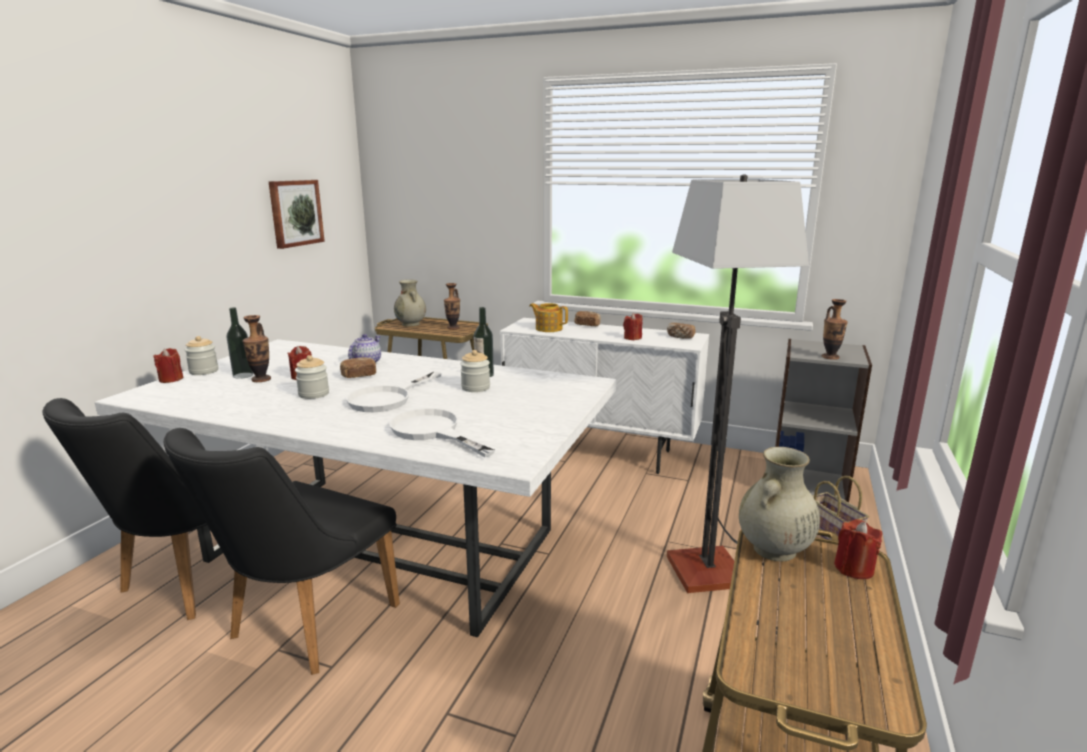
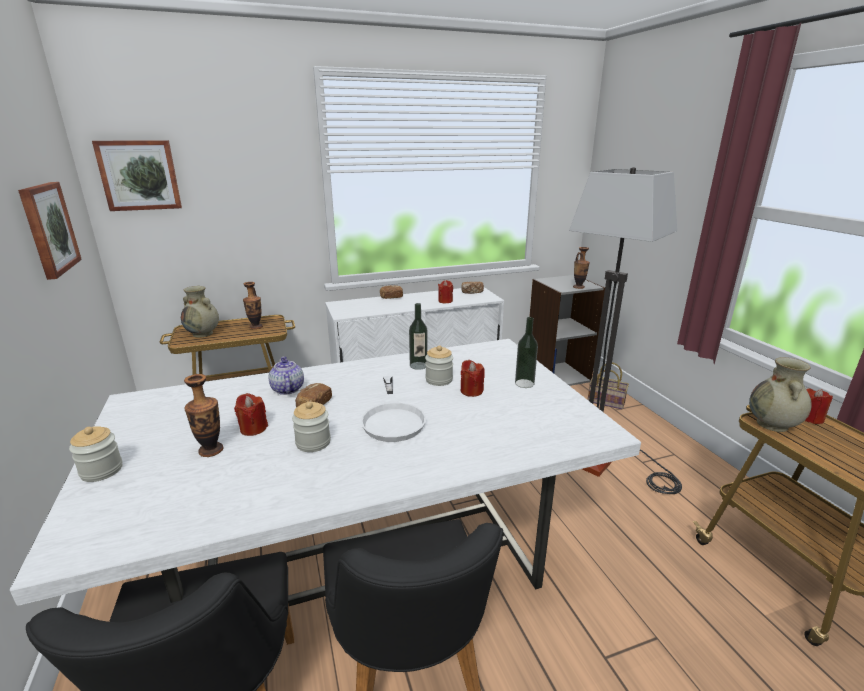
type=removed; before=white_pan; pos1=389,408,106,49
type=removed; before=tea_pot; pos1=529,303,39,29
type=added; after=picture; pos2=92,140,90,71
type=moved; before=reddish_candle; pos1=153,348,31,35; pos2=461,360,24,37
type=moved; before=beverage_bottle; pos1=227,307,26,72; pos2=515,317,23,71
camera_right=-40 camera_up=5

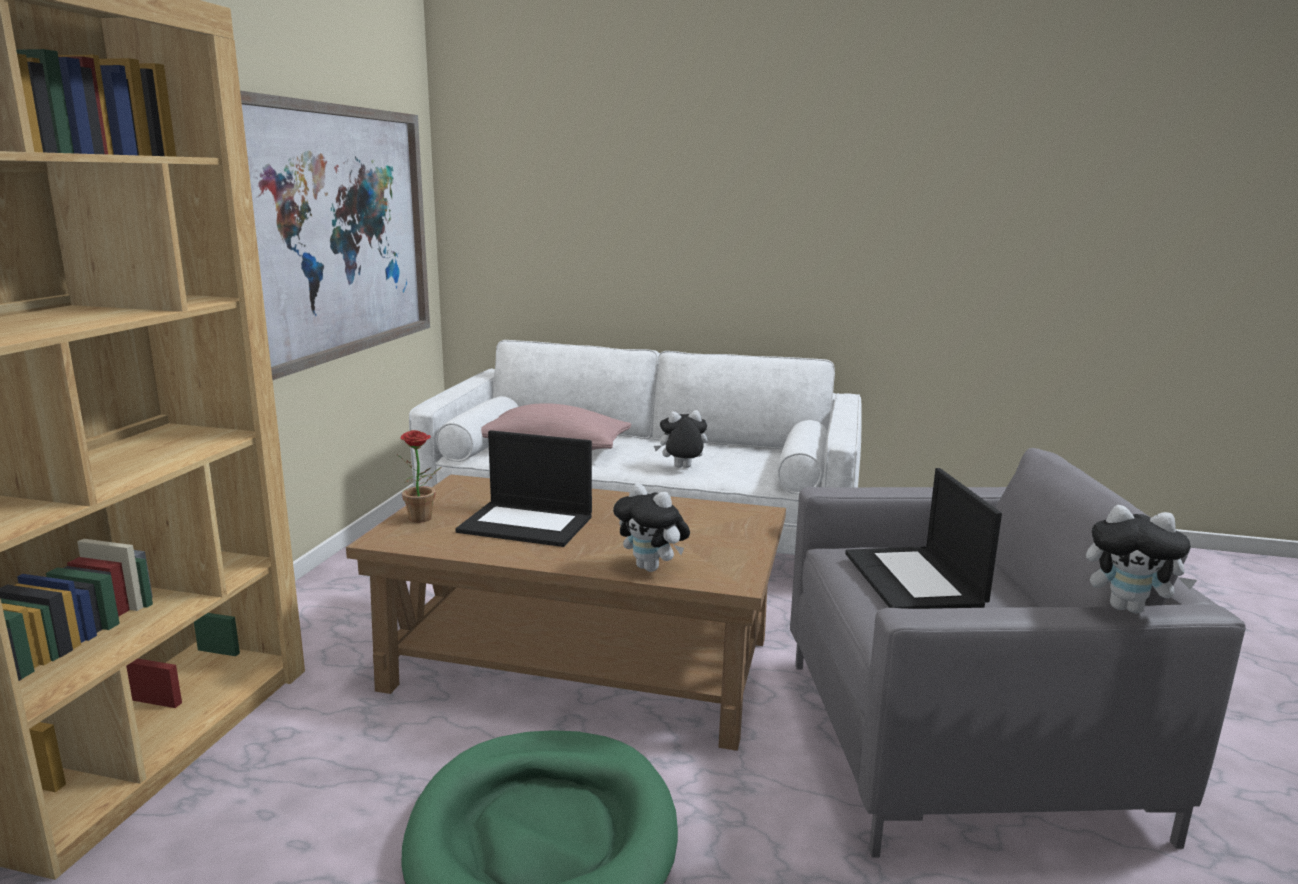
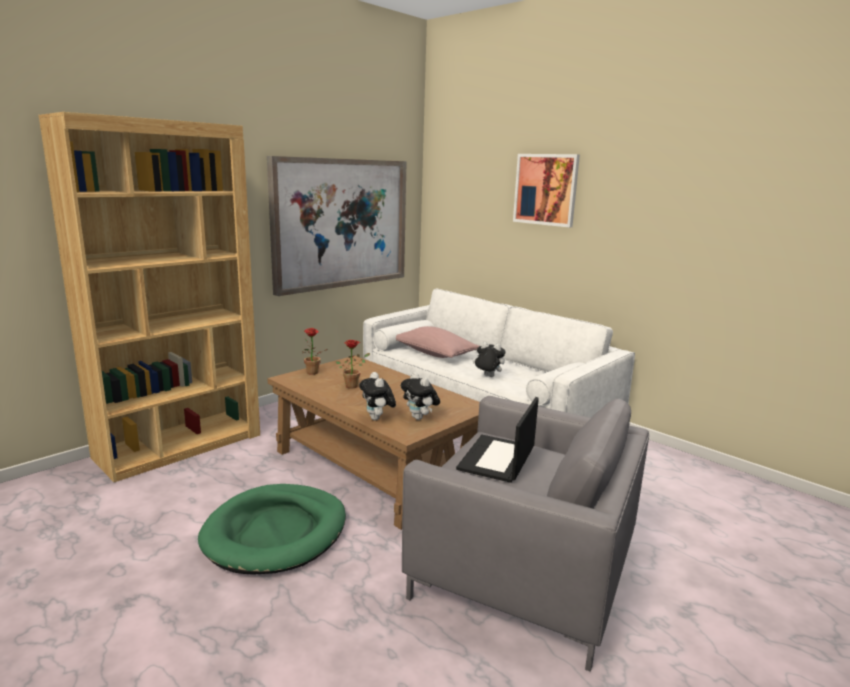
type=added; after=picture; pos2=513,154,67,74
type=moved; before=soft_toy; pos1=1086,505,111,108; pos2=401,372,39,48
type=replaced; before=portable_computer; after=plant_in_a_pot; pos1=455,430,137,117; pos2=336,340,34,49
camera_right=30 camera_up=0

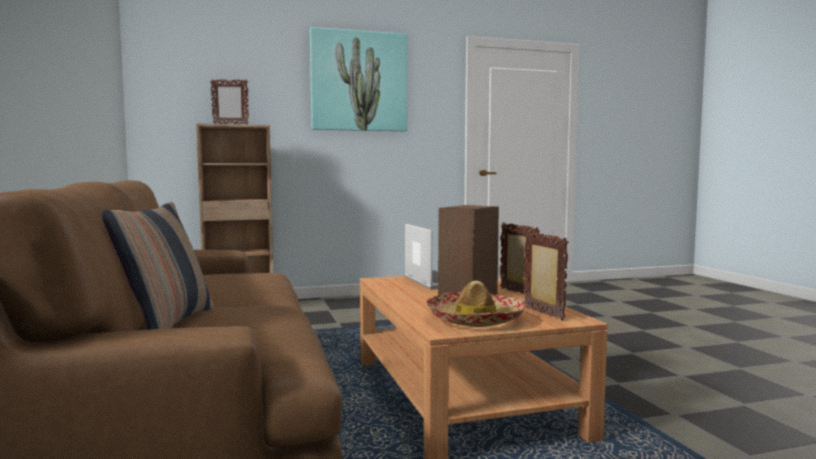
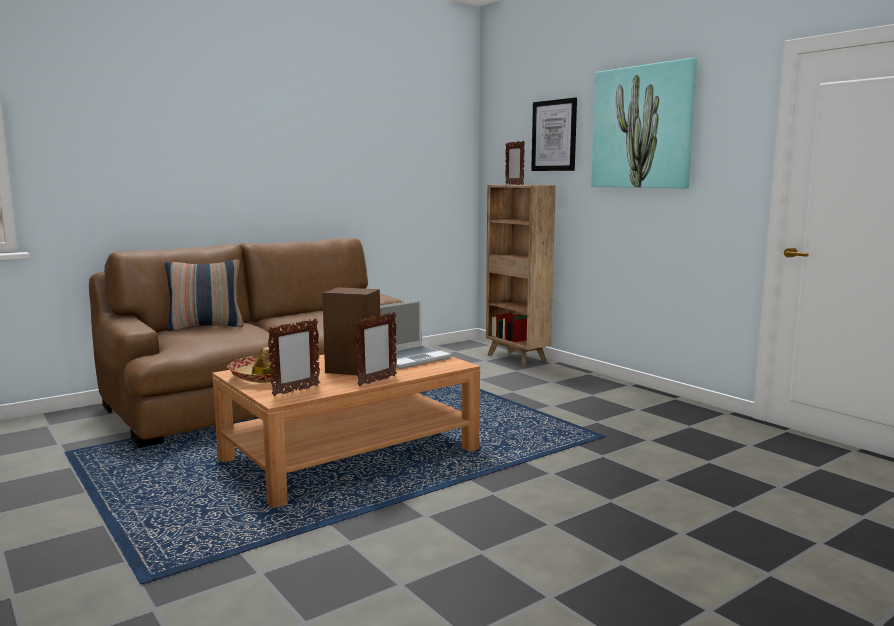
type=added; after=picture; pos2=531,98,46,73
camera_right=70 camera_up=5

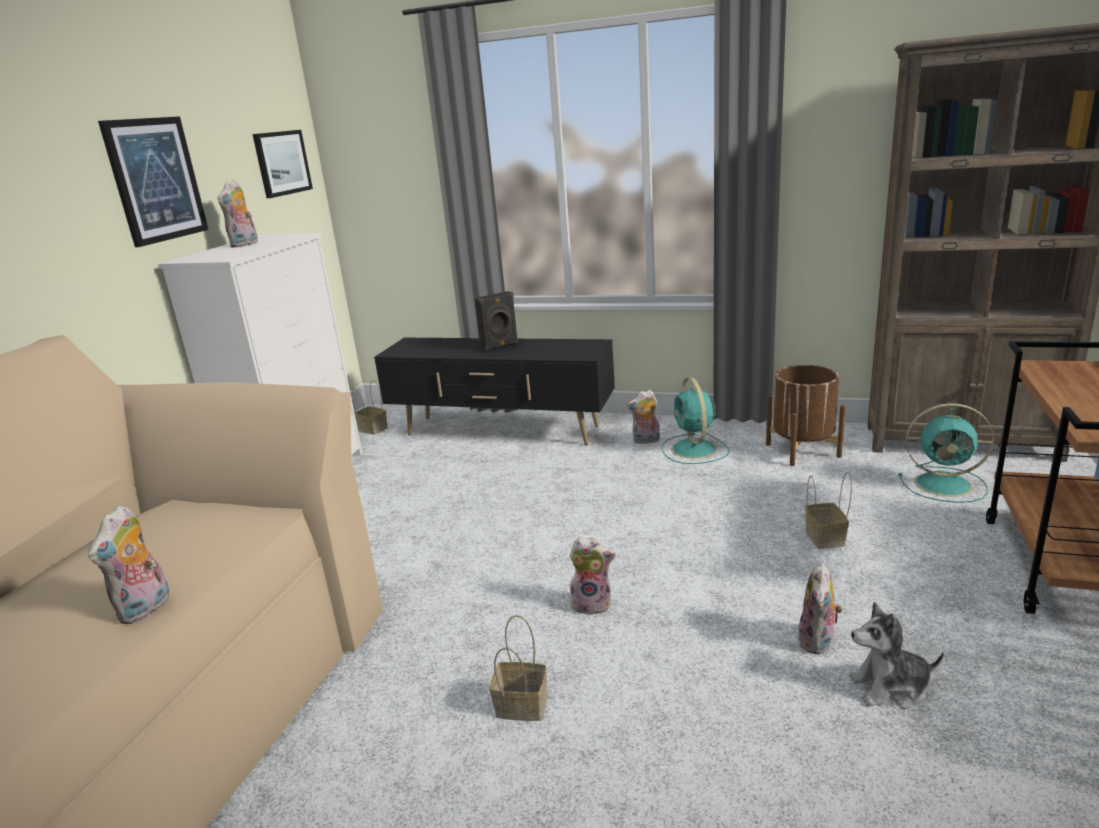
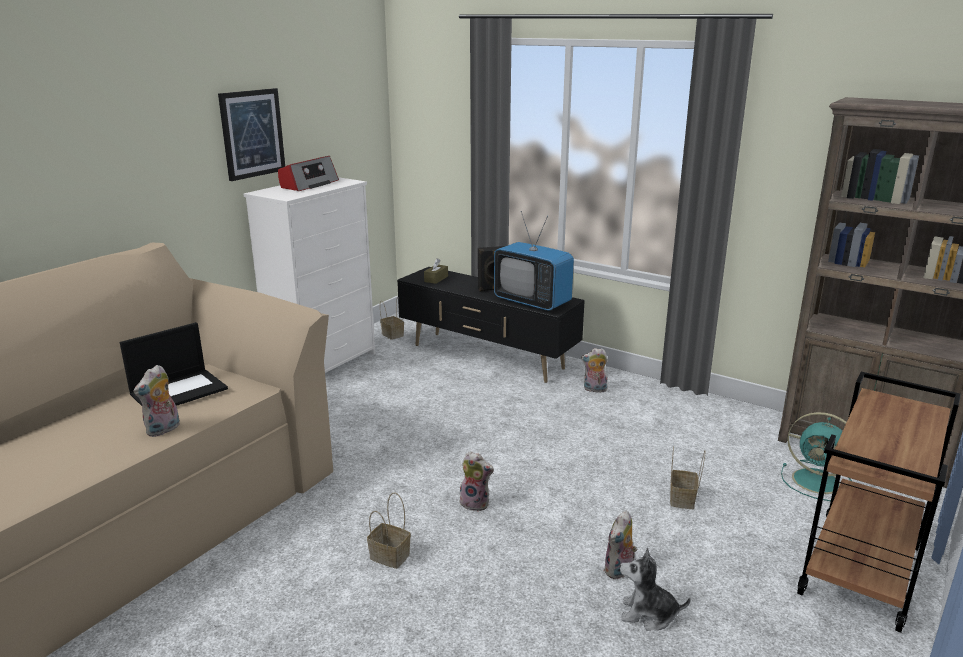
type=removed; before=picture; pos1=252,130,61,68
type=removed; before=blue-green_electric_fan; pos1=662,377,67,87
type=removed; before=brown_flower_pot; pos1=766,365,80,101
type=added; after=portable_computer; pos2=120,322,108,84
type=added; after=brown_tissue_box; pos2=424,259,24,25
type=added; after=television; pos2=494,211,80,100
type=replaced; before=soft_toy; after=radio_set; pos1=218,180,40,67; pos2=278,156,61,35
camera_right=15 camera_up=0

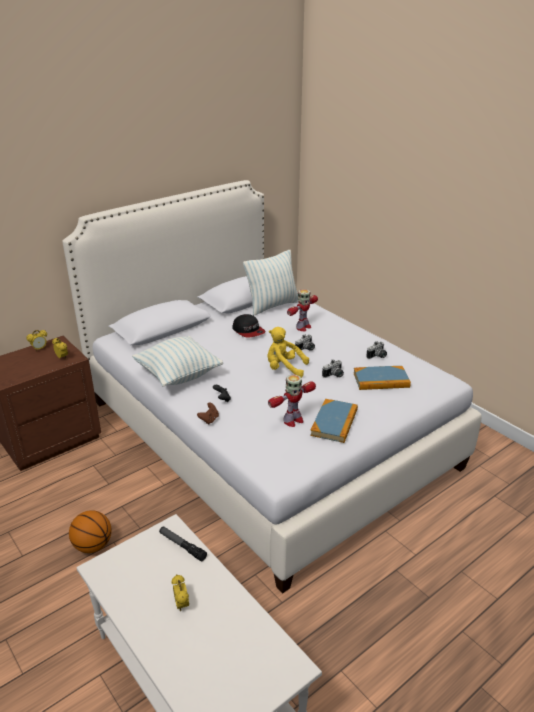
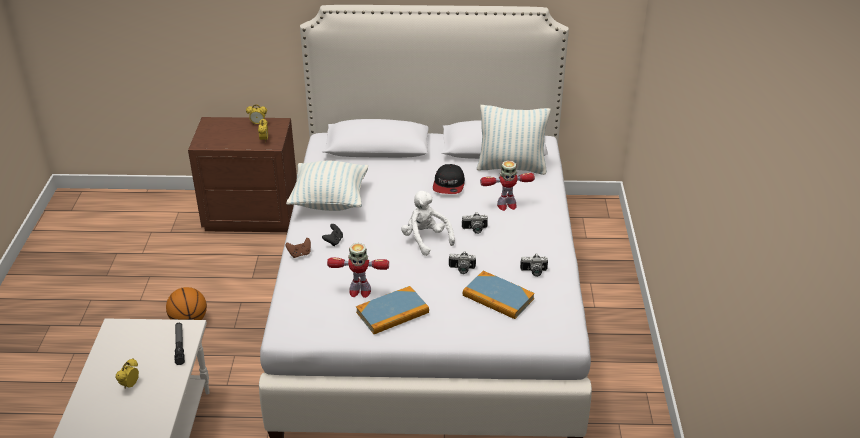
type=recoloured; before=yellow_soft_toy; after=white_soft_toy; pos1=267,327,42,51; pos2=401,191,54,65
camera_right=40 camera_up=5

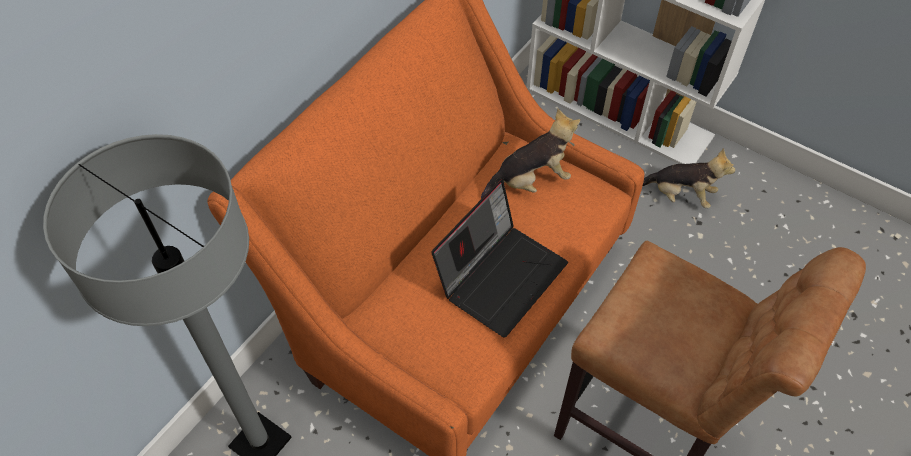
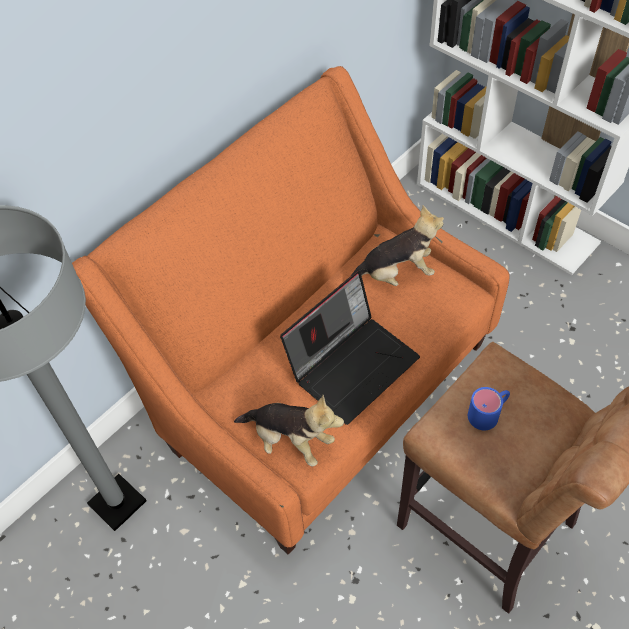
type=added; after=blue-coloured_coffee_mug; pos2=468,387,42,43
type=moved; before=soft_toy; pos1=643,148,92,61; pos2=234,395,110,72
camera_right=10 camera_up=0

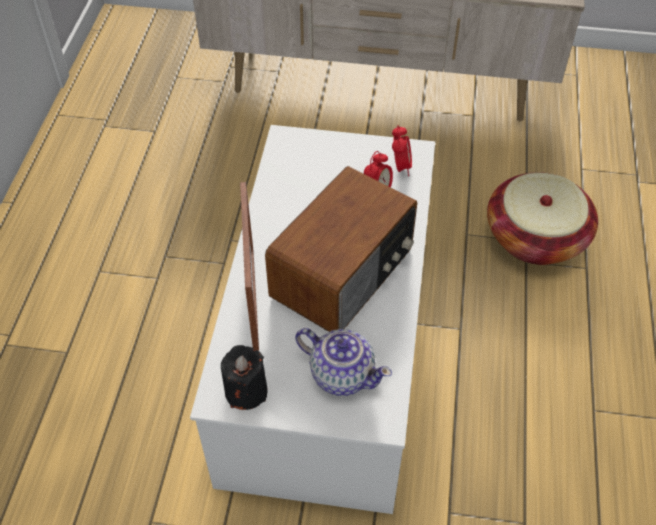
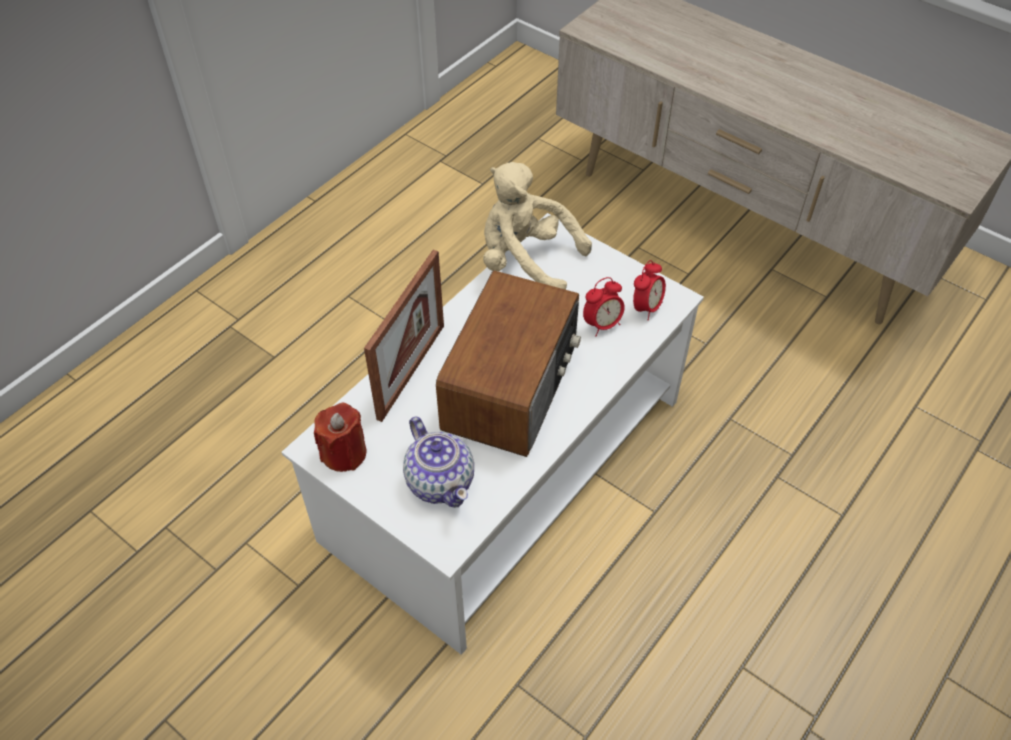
type=removed; before=basket; pos1=487,172,111,93
type=added; after=sand-coloured_soft_toy; pos2=483,162,109,128
type=recoloured; before=black_candle; after=reddish_candle; pos1=221,345,47,65; pos2=314,402,52,70
type=turned; before=radio_set; pos1=265,166,152,166; pos2=436,270,145,187; turn=-45
camera_right=30 camera_up=0

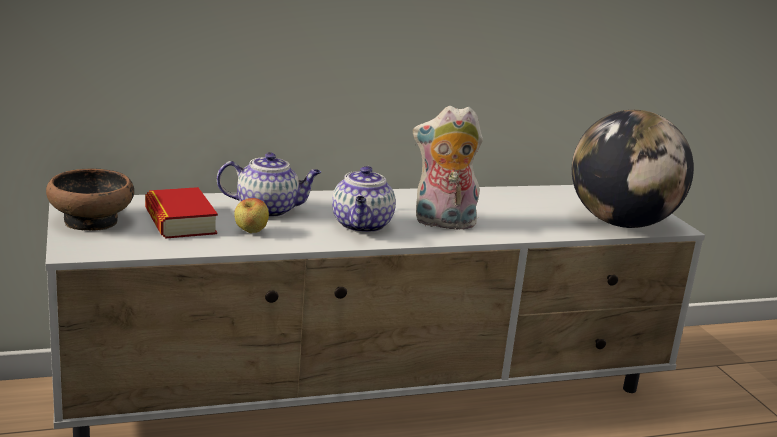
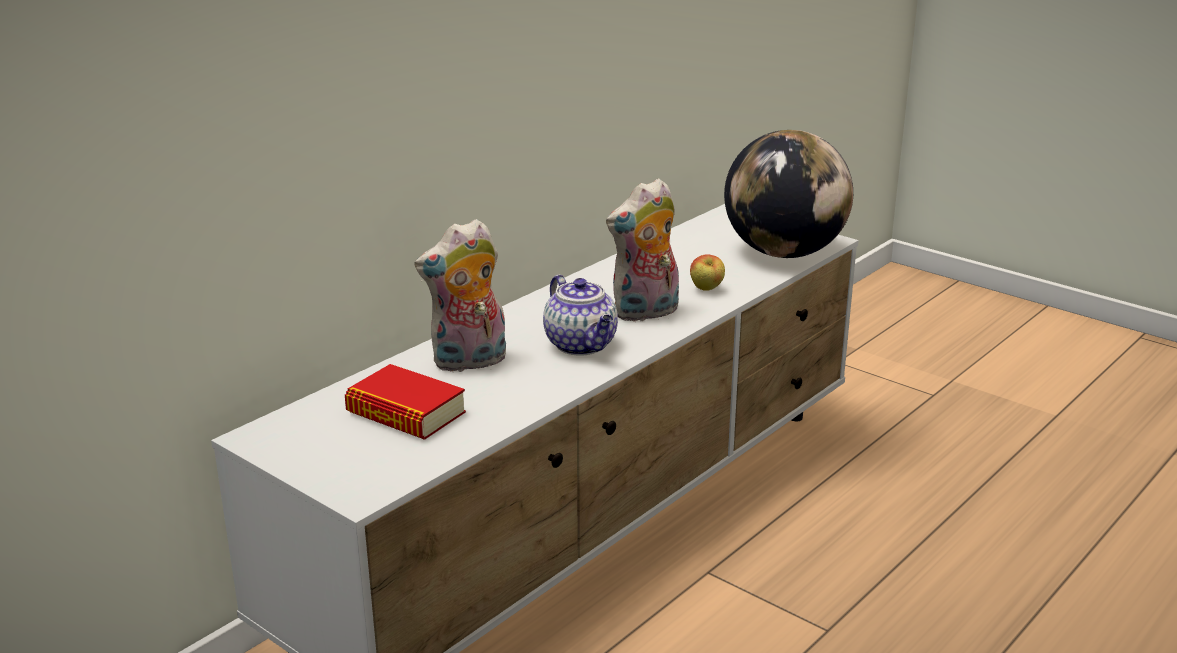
type=removed; before=bowl; pos1=46,169,88,62
type=moved; before=apple_fruit; pos1=234,198,35,35; pos2=690,254,35,37
type=replaced; before=tea_pot; after=soft_toy; pos1=217,152,104,66; pos2=414,219,92,153
camera_right=-30 camera_up=5

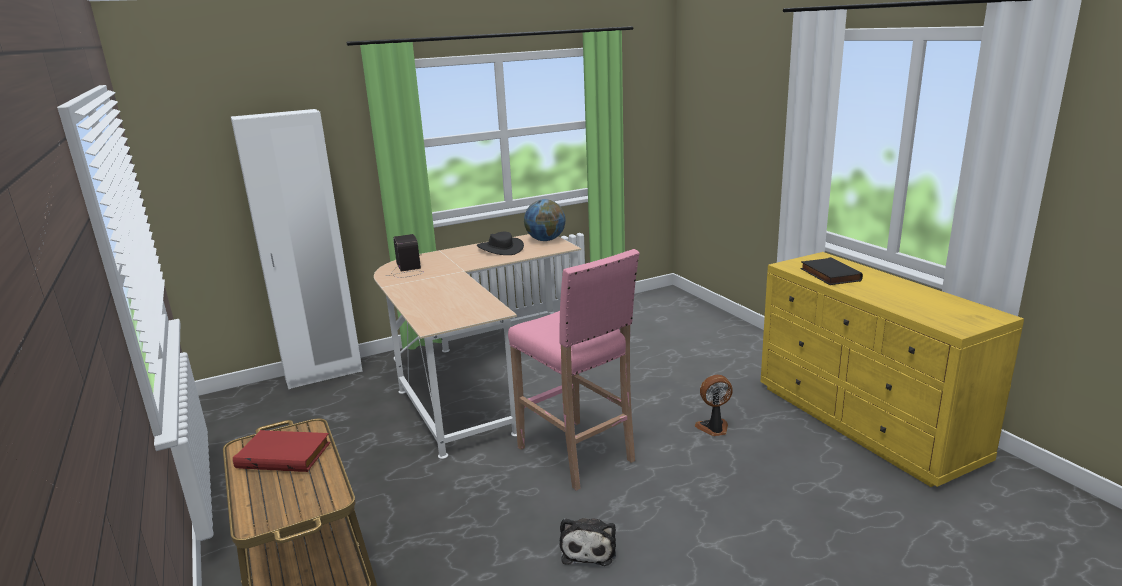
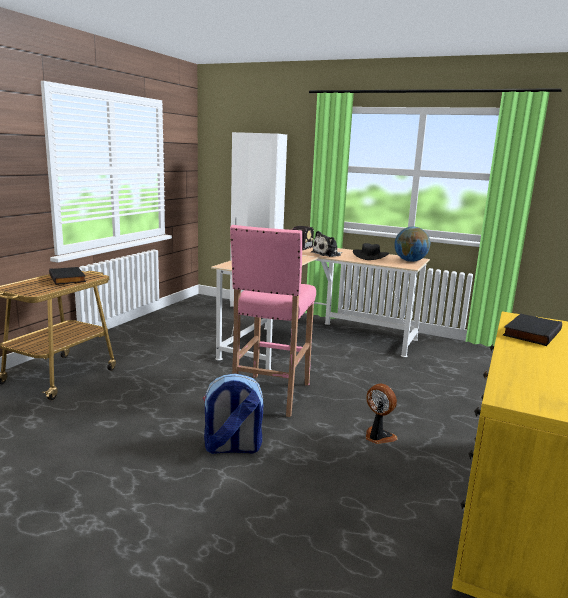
type=added; after=backpack; pos2=203,373,60,81
type=moved; before=soft_toy; pos1=560,518,56,48; pos2=311,231,31,26
type=recoloured; before=reddish_volume; after=black_volume; pos1=233,430,98,42; pos2=49,267,37,18
camera_right=50 camera_up=-5

